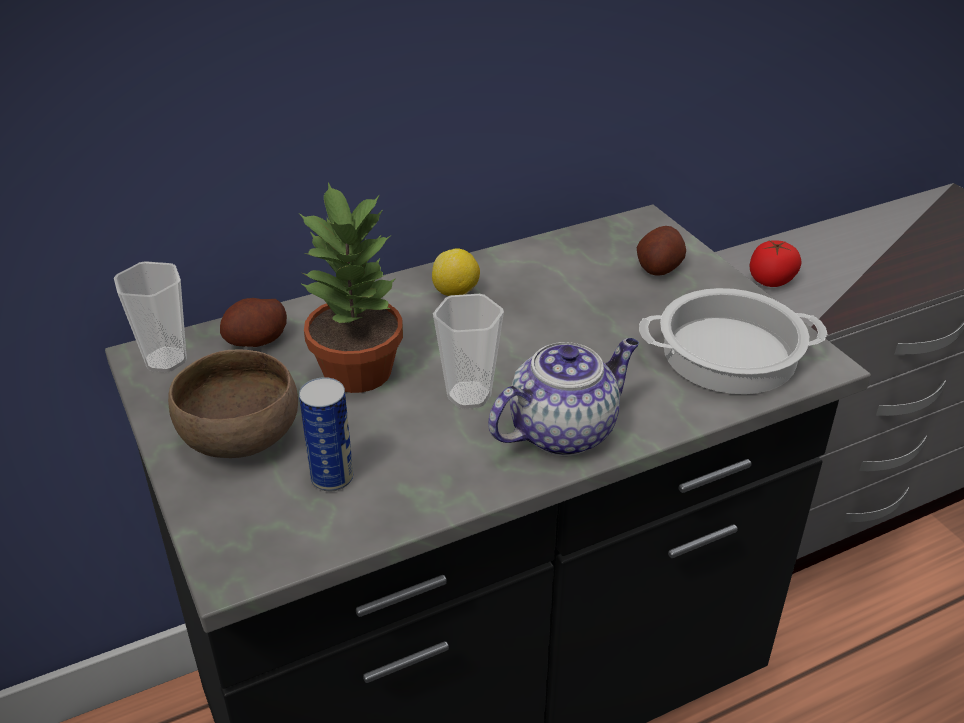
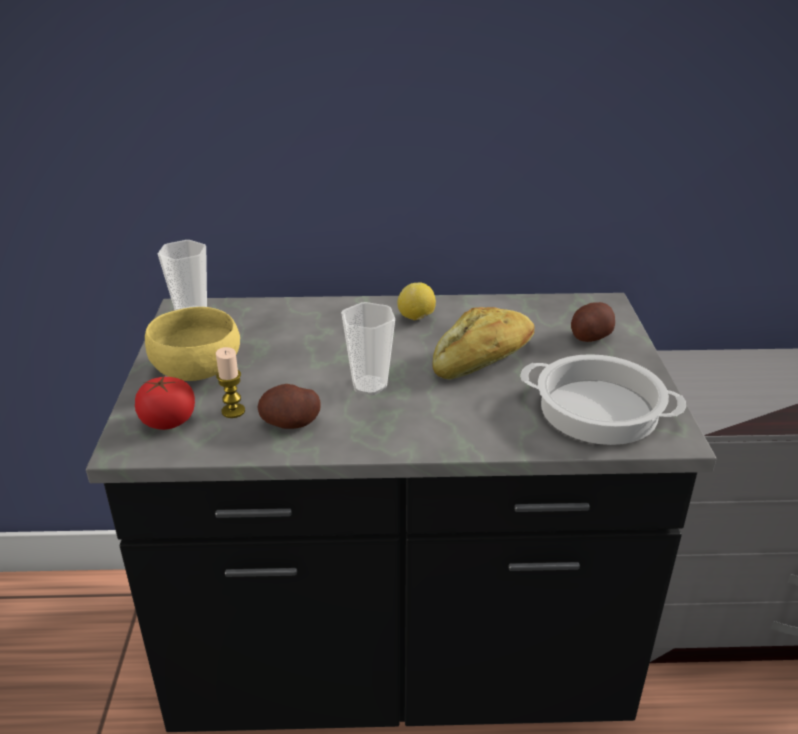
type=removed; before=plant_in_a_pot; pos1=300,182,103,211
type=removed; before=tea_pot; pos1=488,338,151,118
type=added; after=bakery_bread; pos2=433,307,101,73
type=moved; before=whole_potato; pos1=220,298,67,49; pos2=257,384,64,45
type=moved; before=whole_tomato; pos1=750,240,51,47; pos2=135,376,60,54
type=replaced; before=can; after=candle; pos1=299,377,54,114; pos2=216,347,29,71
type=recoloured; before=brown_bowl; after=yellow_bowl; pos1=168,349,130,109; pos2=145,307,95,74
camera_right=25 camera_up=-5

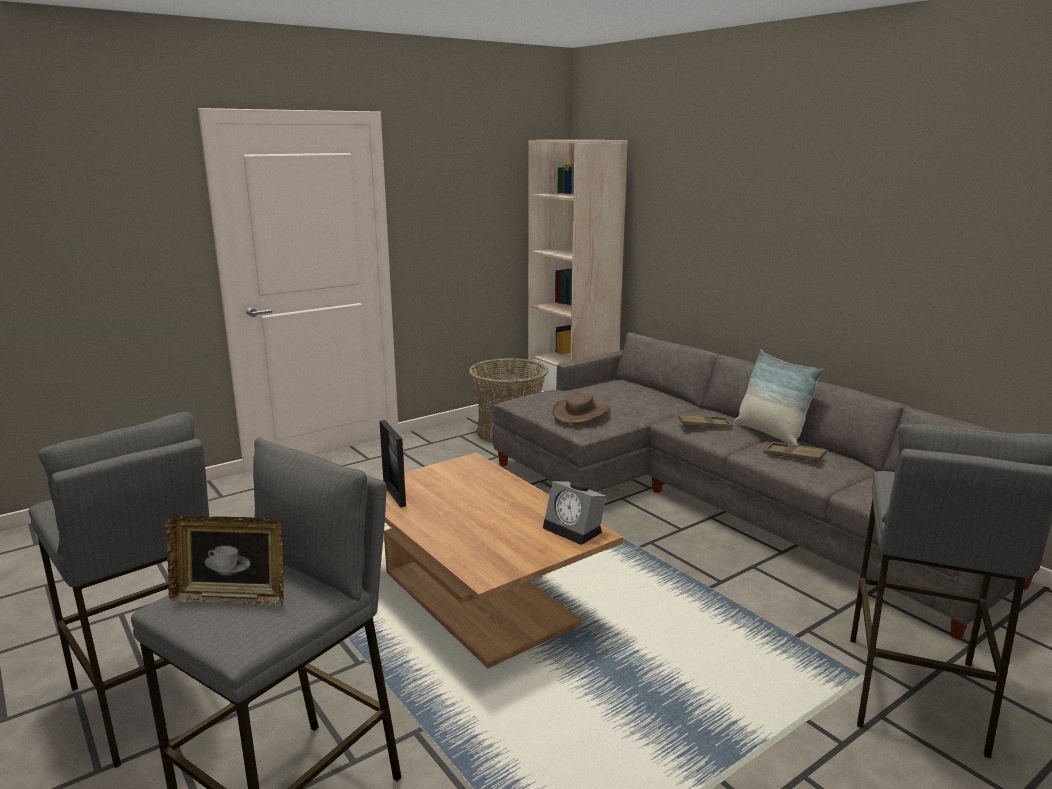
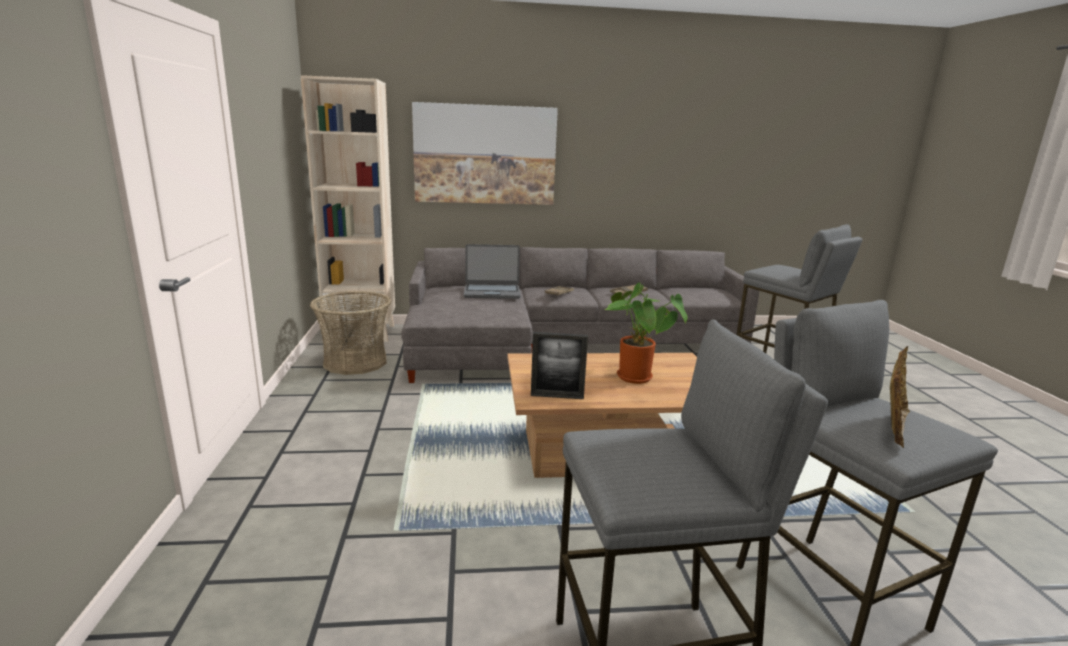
type=removed; before=table_clock; pos1=543,481,63,64
type=removed; before=brown_hat; pos1=552,393,58,31
type=removed; before=throw_pillow; pos1=734,349,90,96
type=added; after=picture; pos2=412,102,146,103
type=added; after=portable_computer; pos2=464,244,56,55
type=added; after=plant_in_a_pot; pos2=605,282,83,102
camera_right=-60 camera_up=0

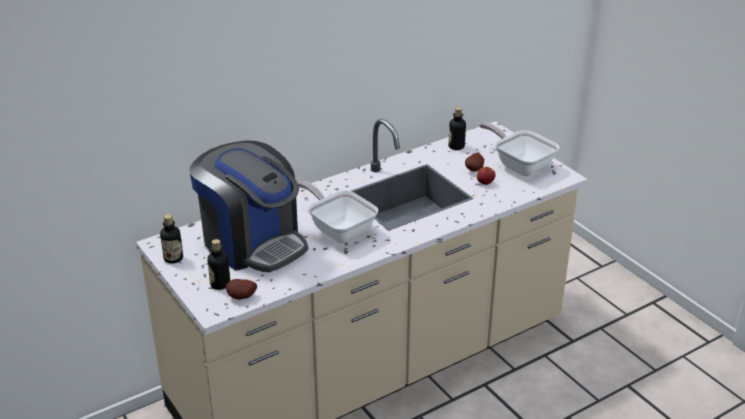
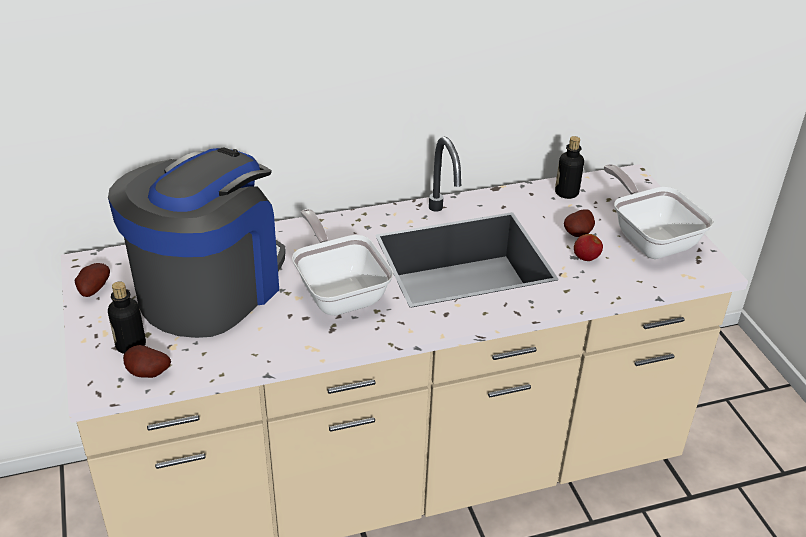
type=replaced; before=beverage_bottle; after=whole_potato; pos1=160,214,23,50; pos2=75,263,35,34
type=turned; before=coffee_maker; pos1=189,140,119,132; pos2=108,148,178,190; turn=-120
camera_right=15 camera_up=5

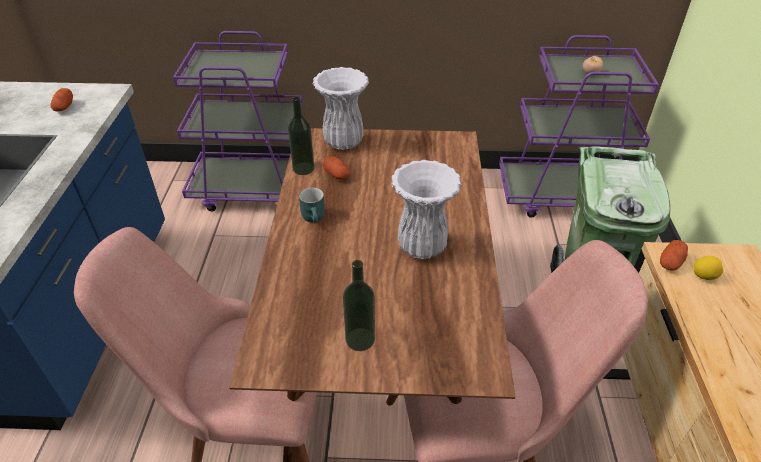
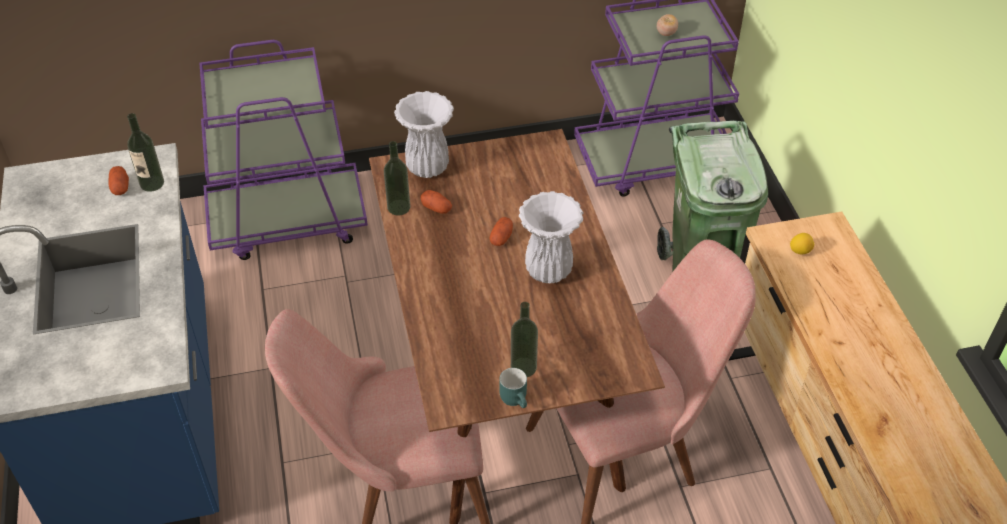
type=added; after=beverage_bottle; pos2=127,113,37,79
type=moved; before=blue-green_coffee_mug; pos1=299,188,26,35; pos2=499,368,28,40
type=moved; before=whole_potato; pos1=660,240,28,31; pos2=489,217,24,29
camera_right=-15 camera_up=5

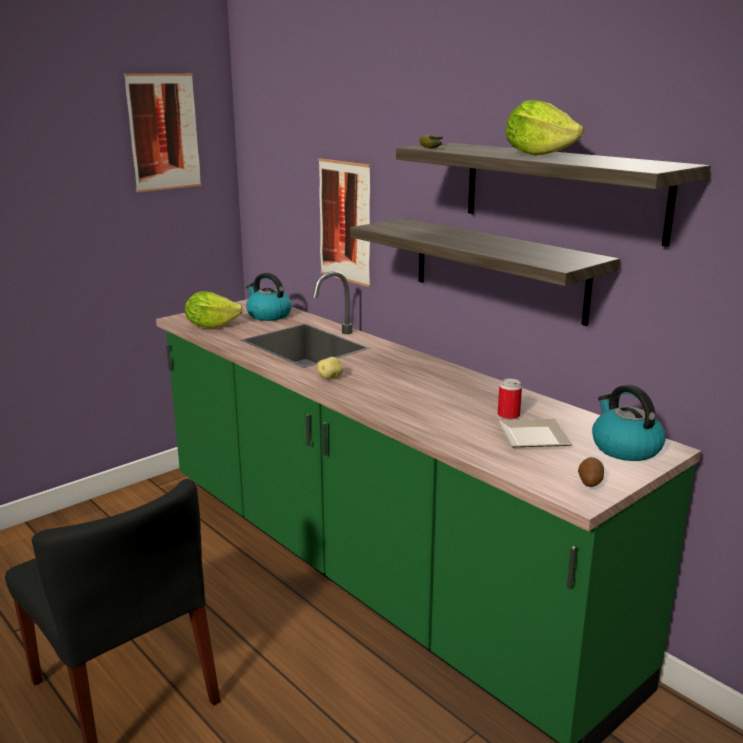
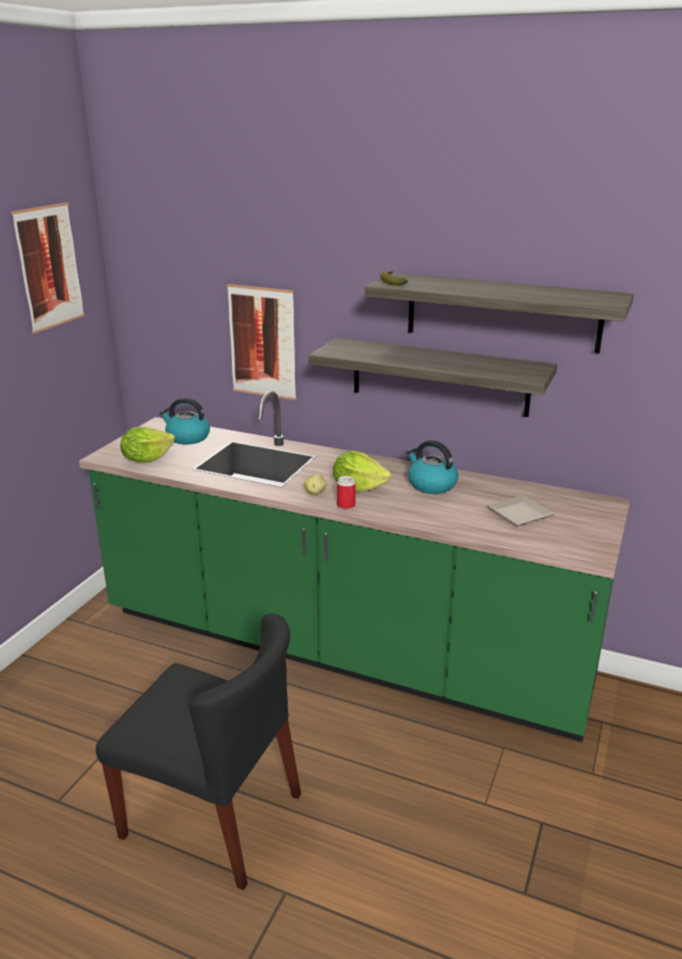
type=removed; before=whole_potato; pos1=578,457,26,30
type=moved; before=can; pos1=498,379,24,40; pos2=337,476,19,33
type=moved; before=lettuce_head; pos1=506,100,77,56; pos2=333,450,59,42
type=moved; before=tea_kettle; pos1=592,385,74,76; pos2=406,440,52,54
camera_right=-25 camera_up=5

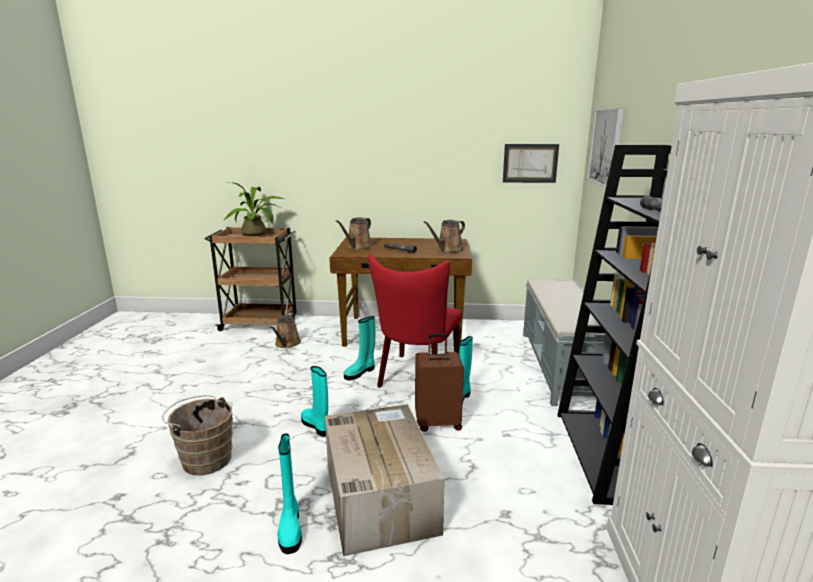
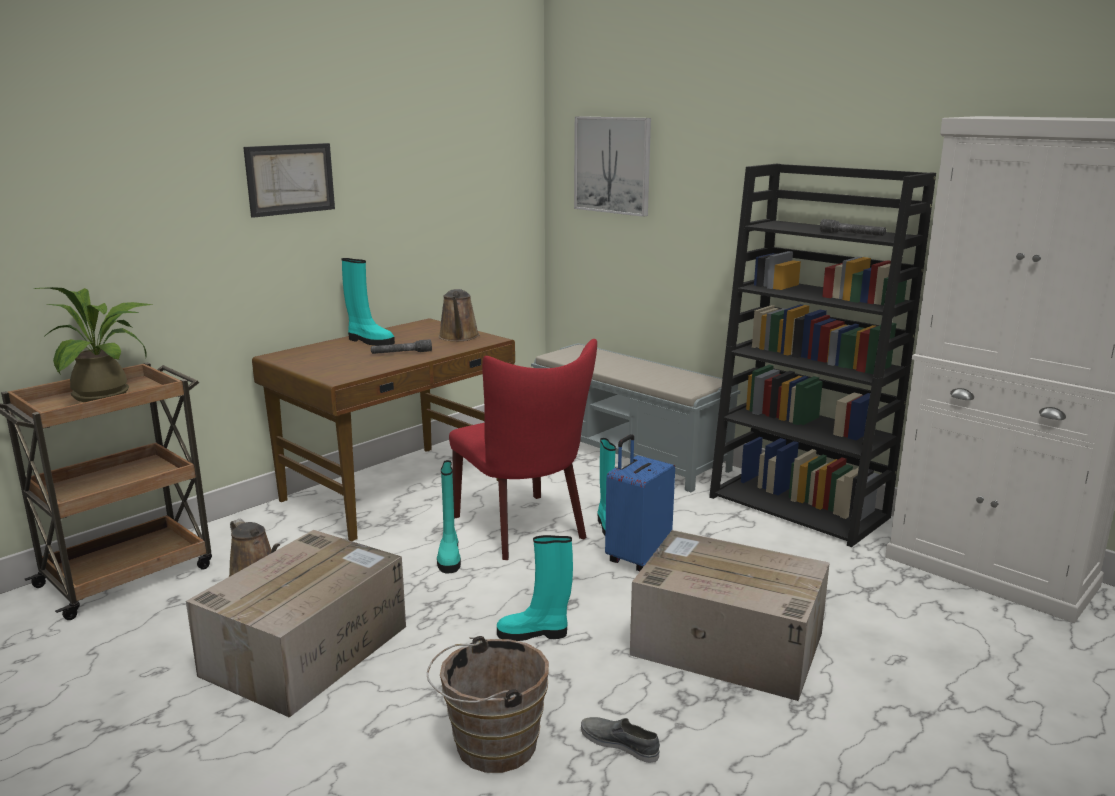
type=removed; before=brown_watering_can; pos1=336,217,37,33
type=added; after=packing_box; pos2=186,530,220,188
type=added; after=gray_shoe; pos2=581,717,79,46
type=moved; before=blue-green_high-top_boot; pos1=277,434,25,120; pos2=342,258,53,88
type=moved; before=picture; pos1=503,144,56,39; pos2=243,143,92,75
type=recoloured; before=brown_suitcase; after=blue-coloured_suitcase; pos1=415,334,49,98; pos2=605,434,70,137
camera_right=-50 camera_up=0

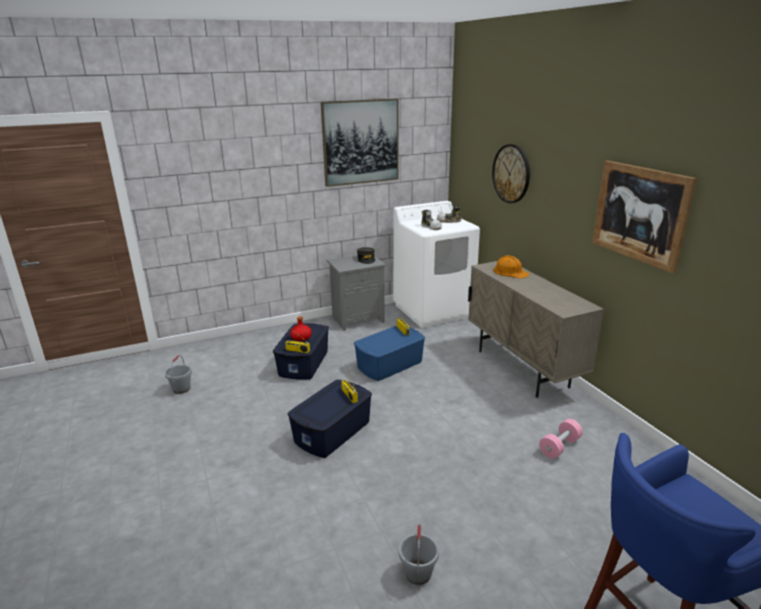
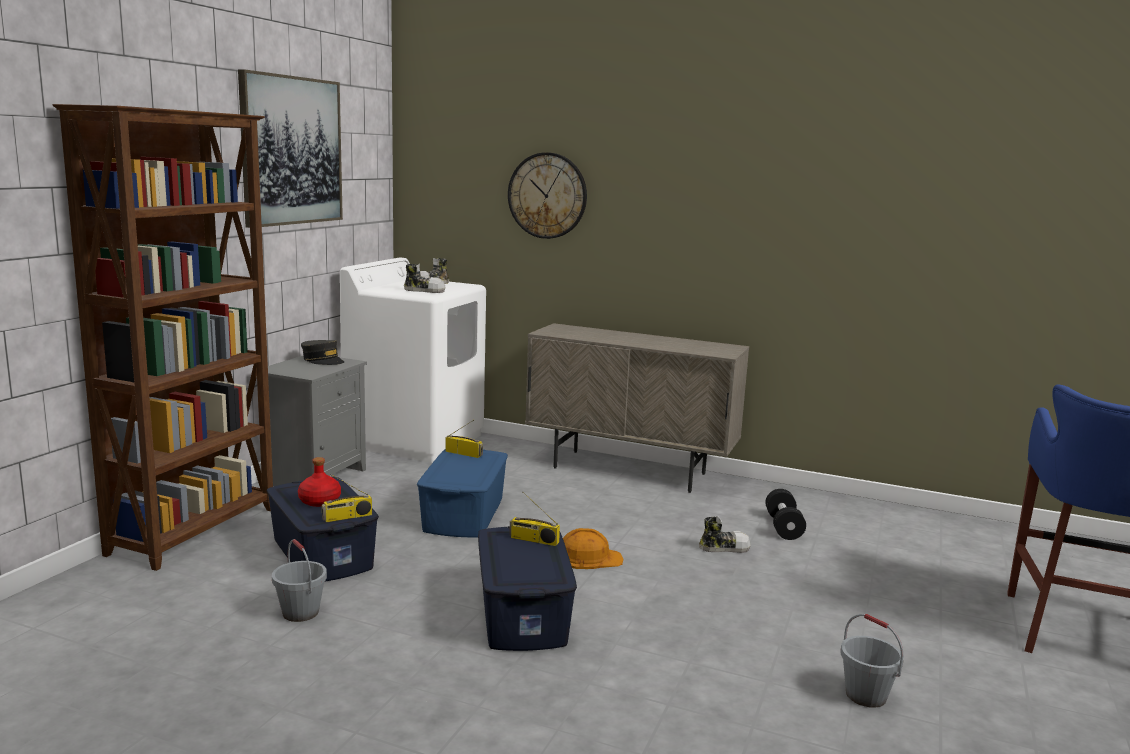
type=removed; before=picture; pos1=592,161,105,112
type=added; after=brown_shelving_unit; pos2=52,104,221,467
type=added; after=shoe; pos2=699,516,52,37
type=moved; before=gray_bucket; pos1=165,355,27,39; pos2=272,539,55,83
type=moved; before=orangey_safety_helmet; pos1=494,255,36,23; pos2=563,528,60,41
type=recoloured; before=pinkish_free_weight; after=black_free_weight; pos1=539,419,44,40; pos2=765,489,41,51
camera_right=-45 camera_up=-10

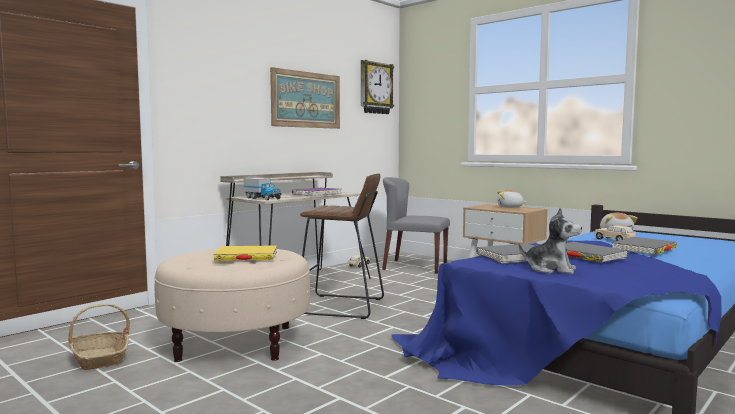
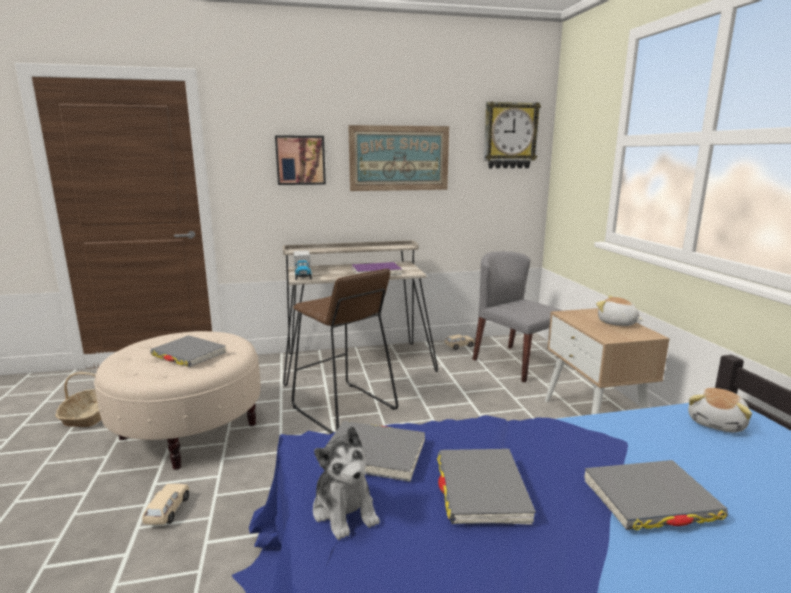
type=added; after=picture; pos2=275,135,51,50
type=moved; before=sand-coloured_toy_car; pos1=594,225,42,16; pos2=142,484,47,41
type=recoloured; before=yellow_volume; after=gray_volume; pos1=214,245,63,16; pos2=150,335,76,32
camera_right=35 camera_up=10

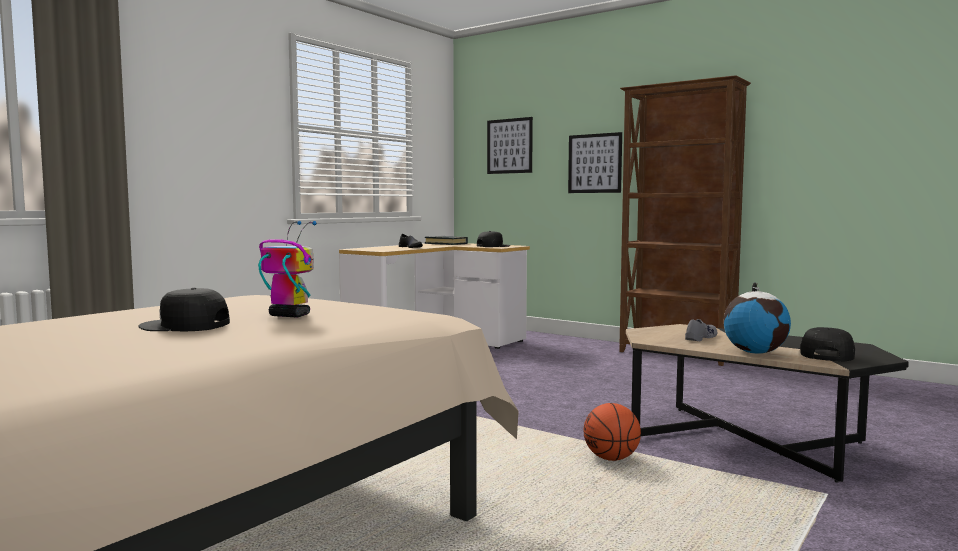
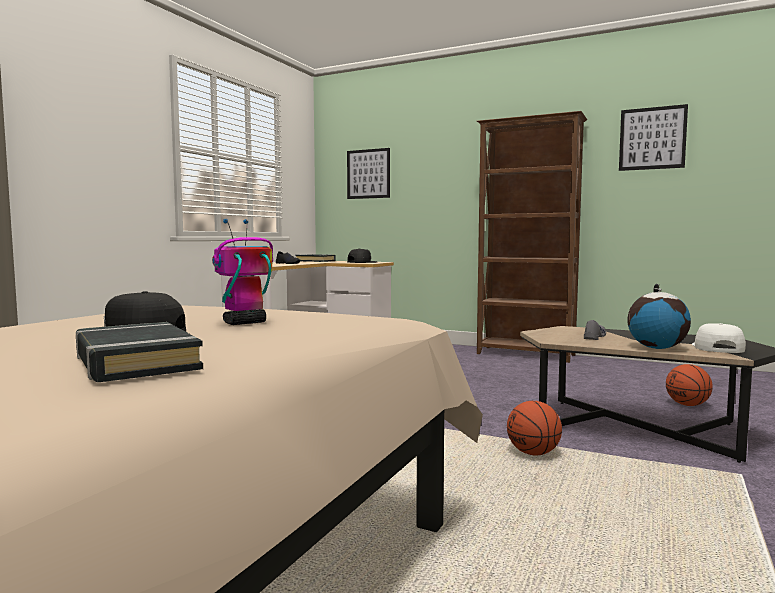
type=added; after=black_volume; pos2=76,322,127,60
type=added; after=ball_for_basketball; pos2=666,364,47,42
type=moved; before=picture; pos1=568,132,54,61; pos2=619,104,69,67
type=recoloured; before=black_baseball_cap; after=white_baseball_cap; pos1=801,327,54,34; pos2=692,323,54,30
type=turned; before=robot_figure; pos1=258,221,59,96; pos2=212,219,61,106; turn=-45
camera_right=-10 camera_up=0

